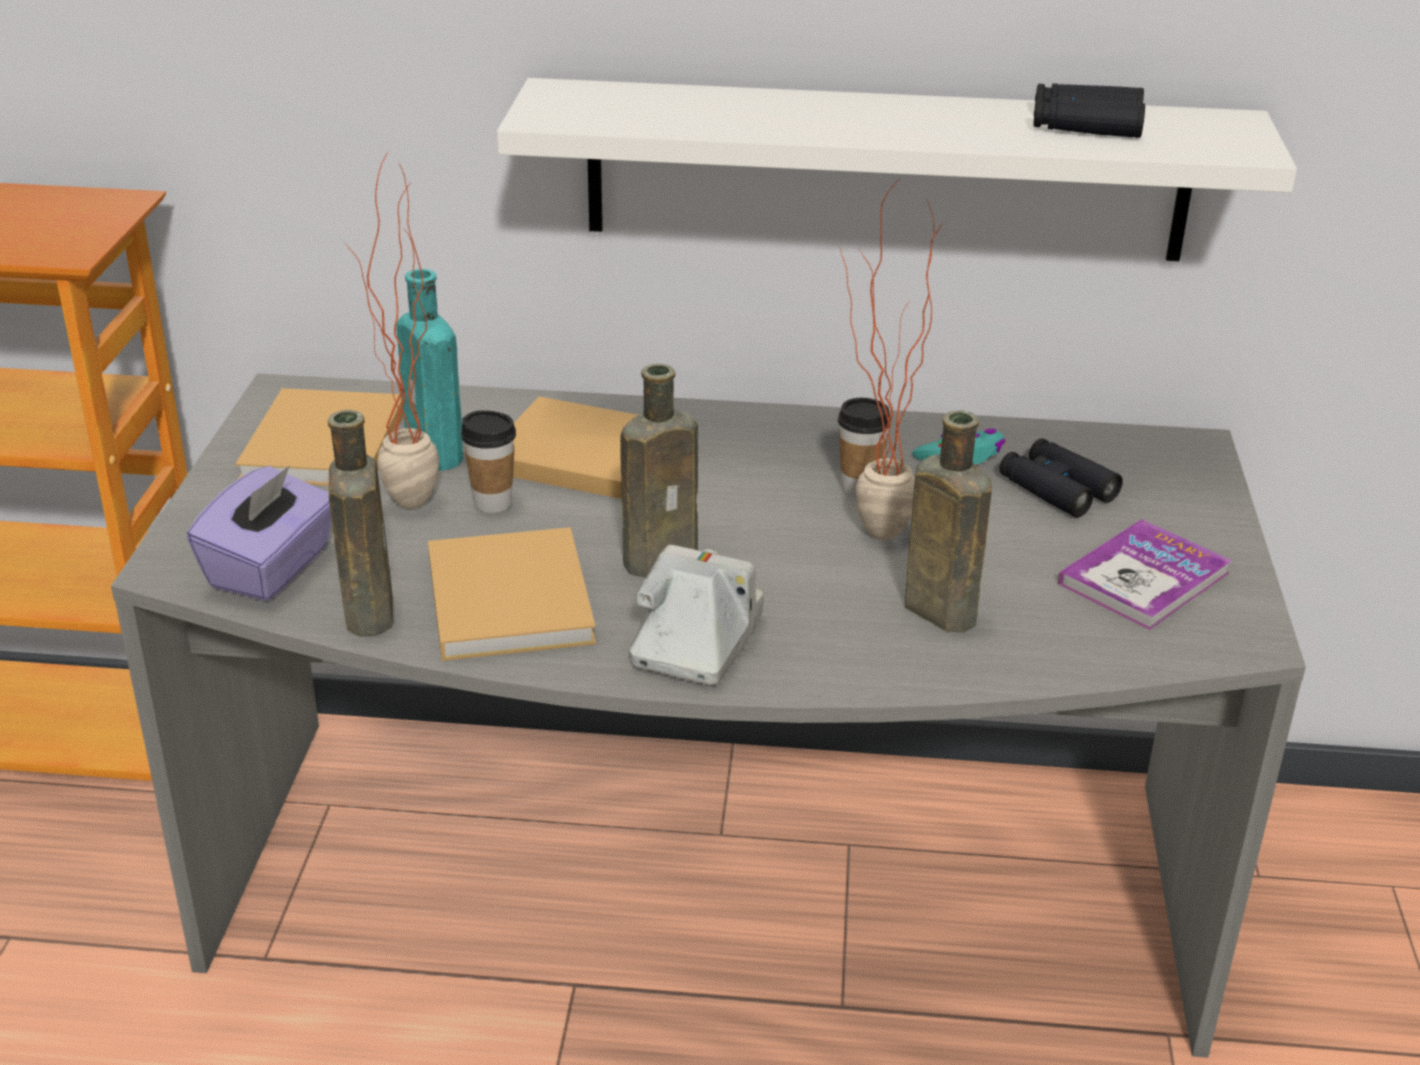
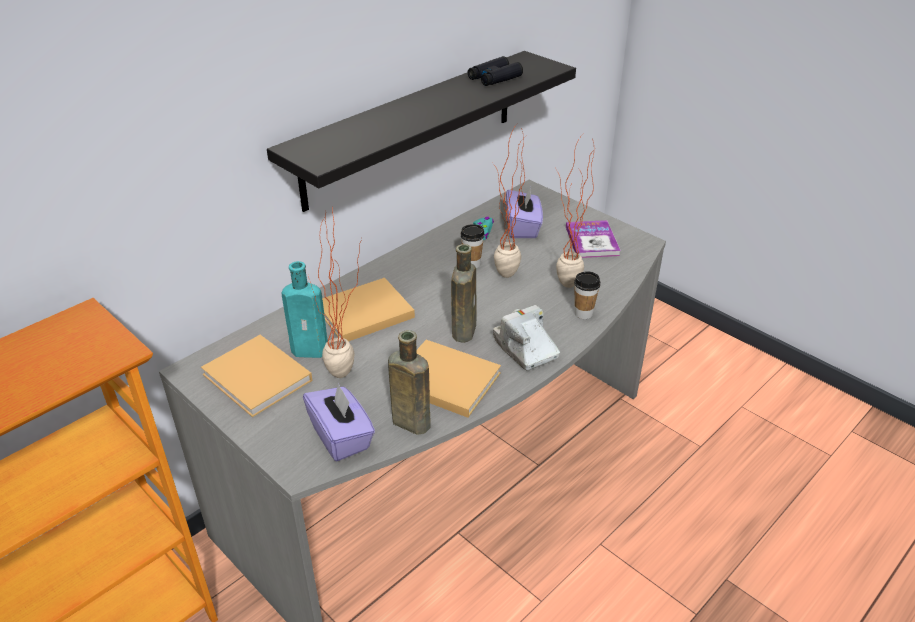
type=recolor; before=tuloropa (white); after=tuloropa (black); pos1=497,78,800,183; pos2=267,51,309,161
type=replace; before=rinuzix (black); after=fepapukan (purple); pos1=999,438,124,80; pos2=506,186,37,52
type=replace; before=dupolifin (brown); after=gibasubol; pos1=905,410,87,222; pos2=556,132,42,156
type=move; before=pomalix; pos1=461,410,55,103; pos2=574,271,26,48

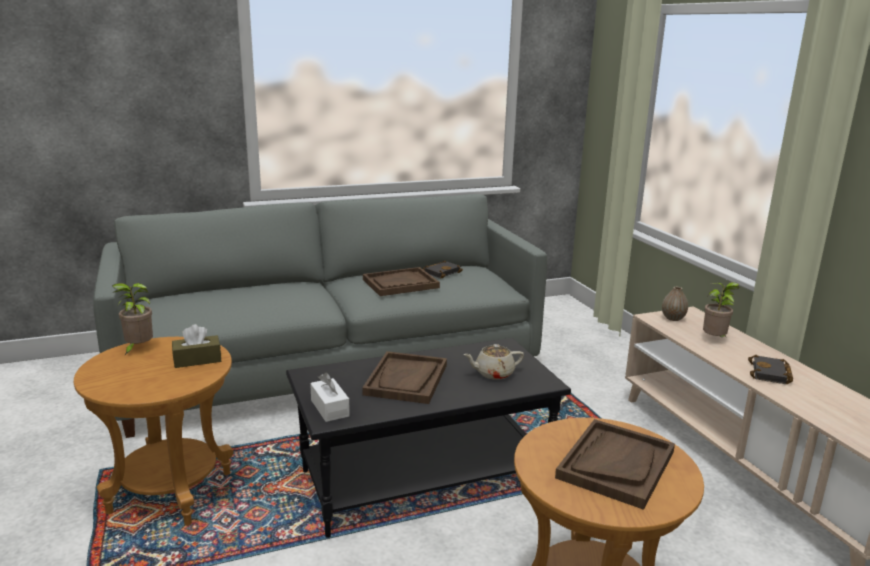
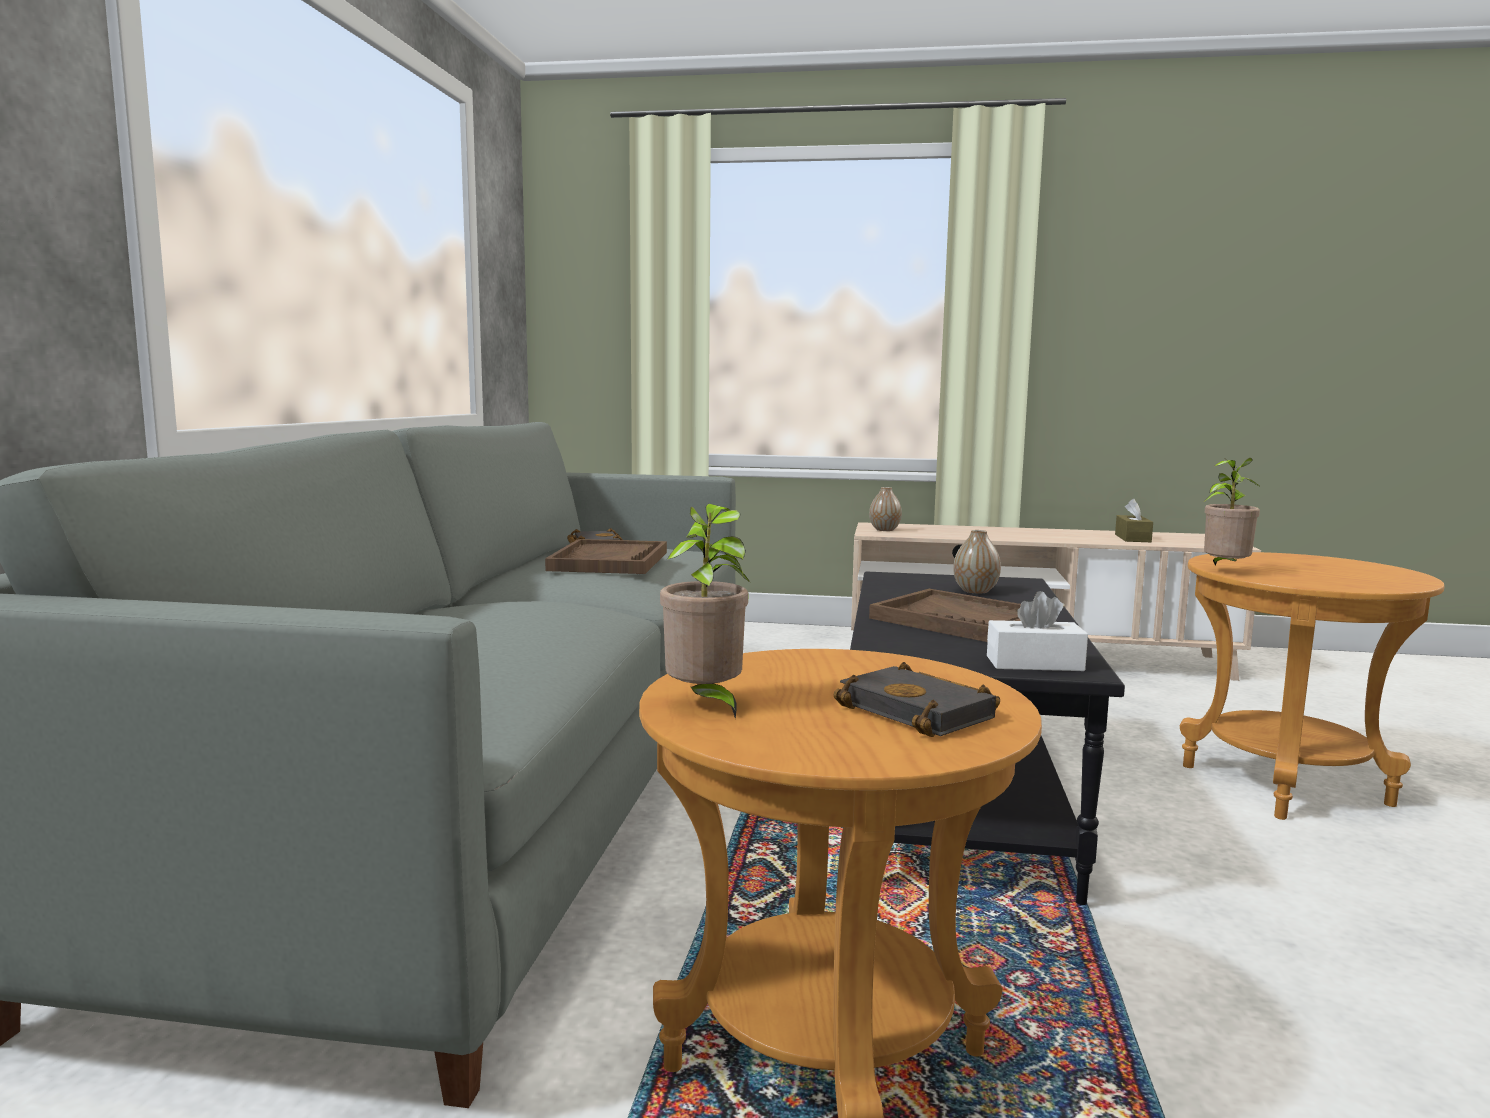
type=move; before=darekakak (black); pos1=748,355,45,29; pos2=834,662,166,75
type=replace; before=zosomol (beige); after=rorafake; pos1=463,344,61,36; pos2=953,530,48,64
type=move; before=fepapukan (brown); pos1=172,324,49,44; pos2=1115,499,38,43
type=move; before=gibasubol; pos1=703,282,37,56; pos2=1204,458,57,108
type=delete; before=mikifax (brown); pos1=555,419,120,91

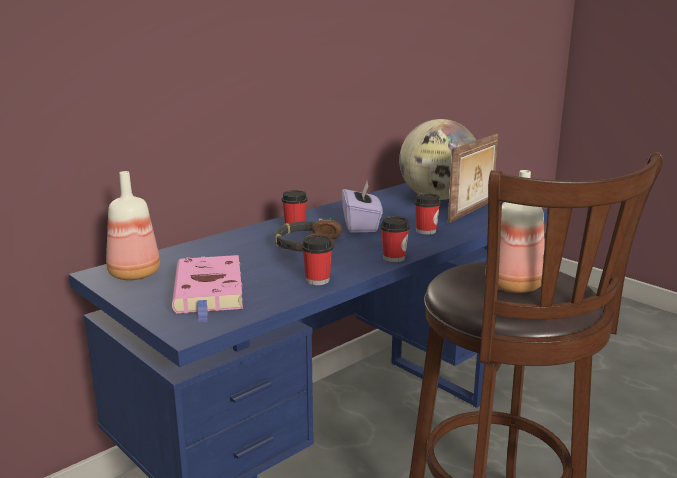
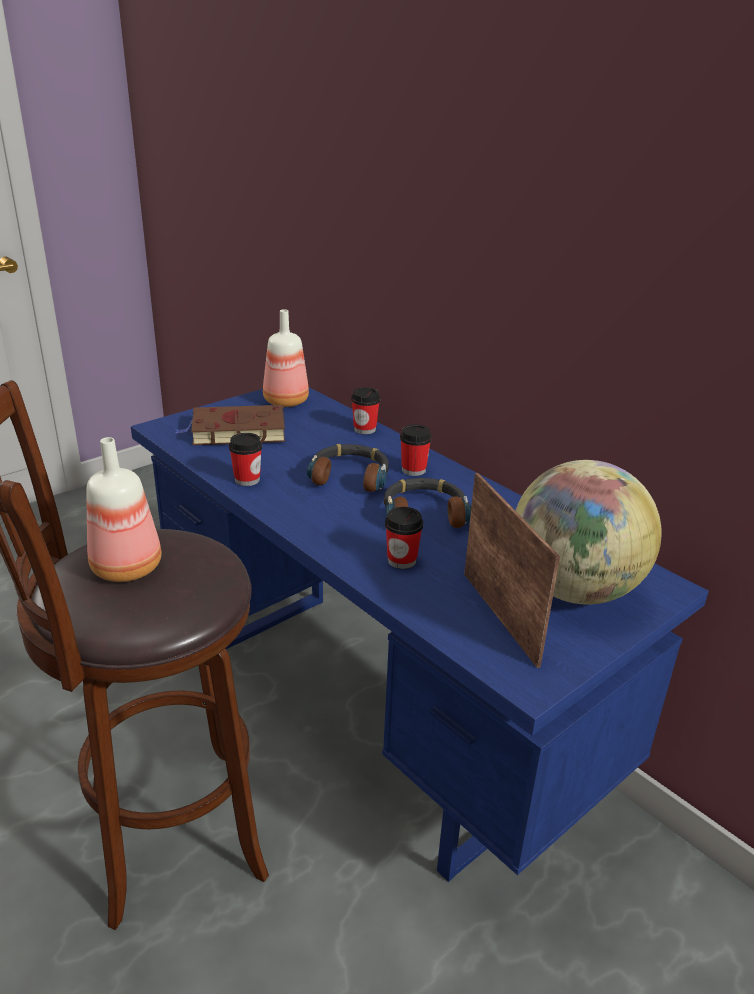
type=recolor; before=darekakak (pink); after=darekakak (brown); pos1=172,255,71,67; pos2=176,405,109,40
type=move; before=pomalix; pos1=381,216,29,46; pos2=351,387,29,47
type=replace; before=fepapukan (purple); after=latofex; pos1=342,182,40,51; pos2=384,478,87,50
type=rotate; before=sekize; pos1=448,133,50,90; pos2=464,473,96,195; turn=-150

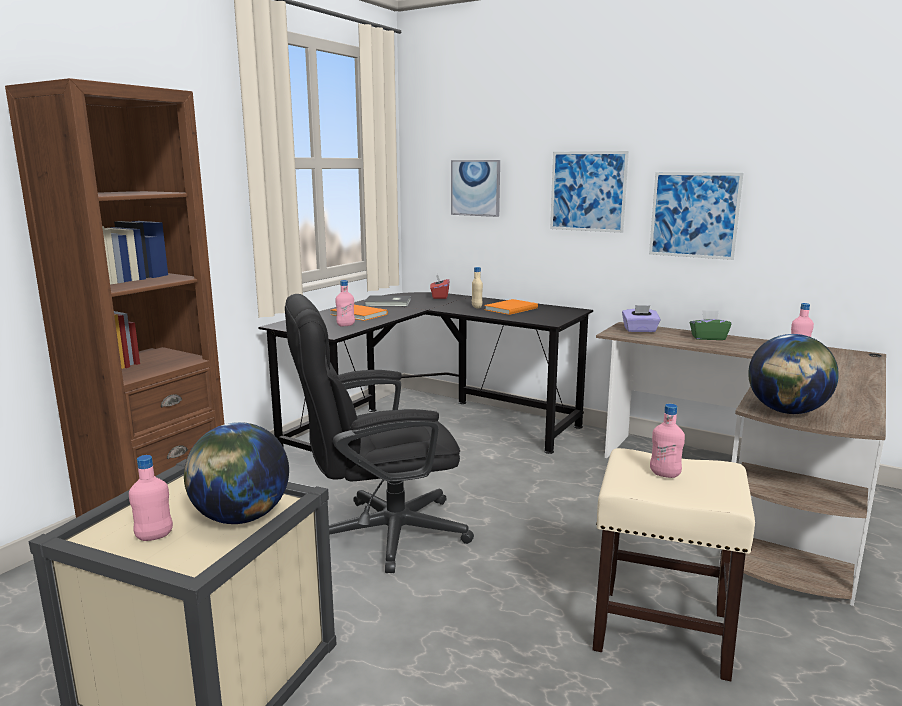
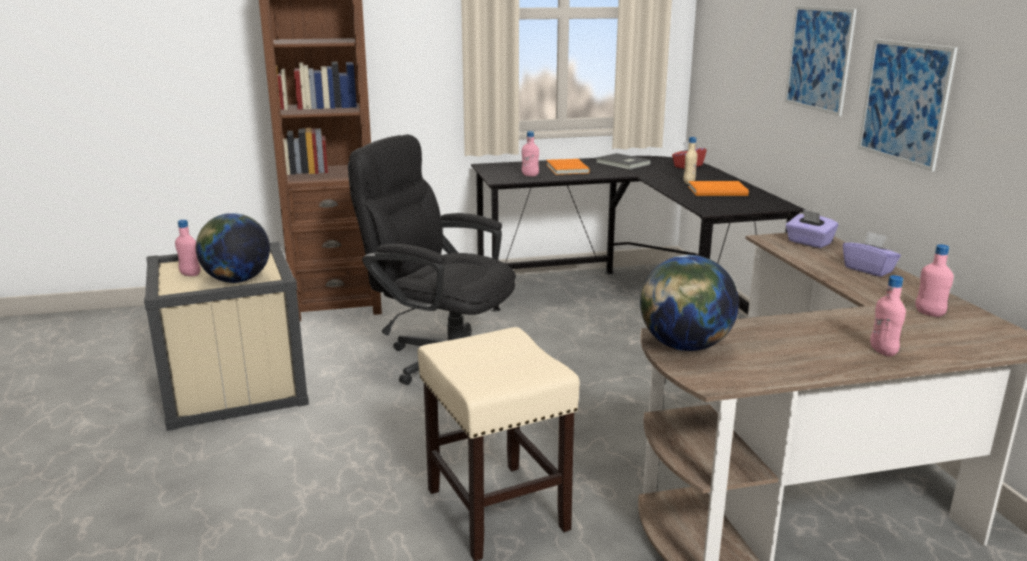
type=recolor; before=fepapukan (green); after=fepapukan (purple); pos1=690,310,42,30; pos2=843,232,58,45
type=move; before=dupolifin (pink); pos1=650,404,35,74; pos2=870,275,36,82
type=delete; before=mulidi; pos1=451,160,49,57

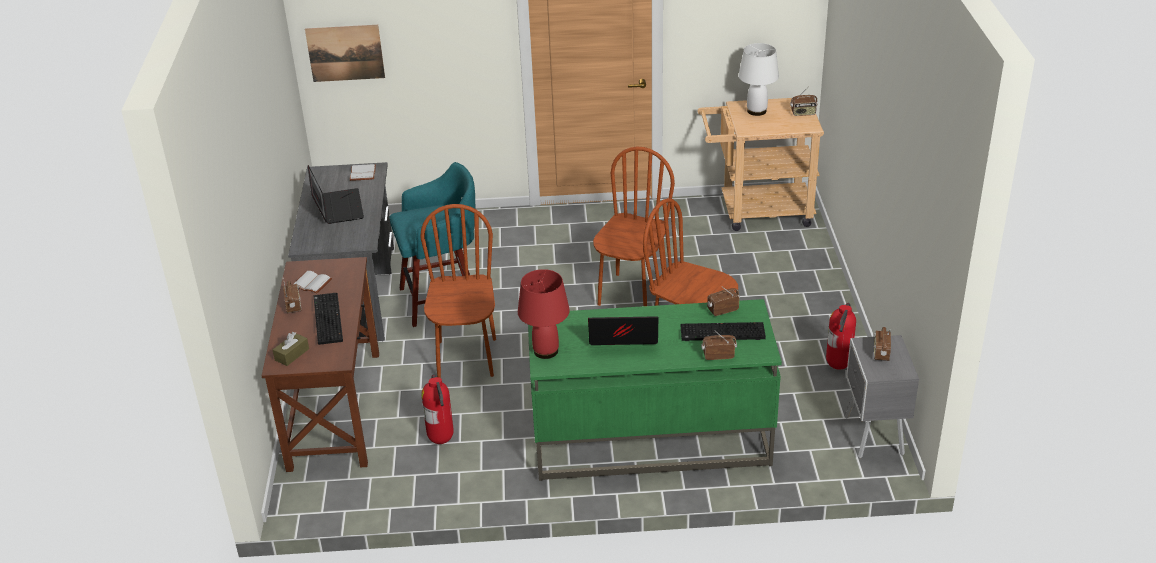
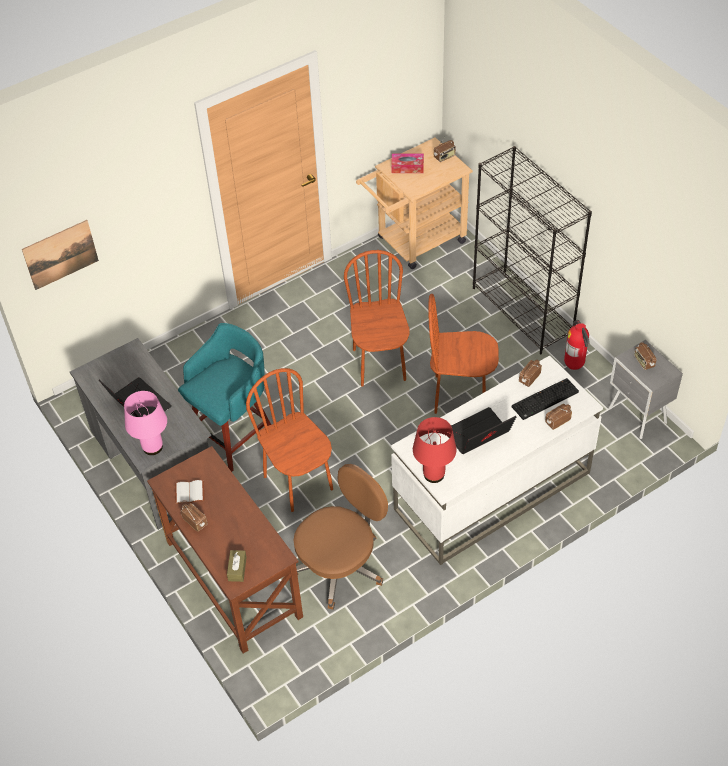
type=insert; after=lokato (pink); pos2=124,391,43,64
type=replace; before=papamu; after=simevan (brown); pos1=421,374,33,70; pos2=294,464,94,146
type=replace; before=lokato (white); after=fepapukan; pos1=738,43,41,73; pos2=391,154,33,19
type=recolor; before=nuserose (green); after=nuserose (white); pos1=528,299,254,182; pos2=391,355,212,210
type=insert; after=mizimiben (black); pos2=473,146,119,208
type=delete; before=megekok; pos1=314,293,29,52
type=delete; before=darekakak (white); pos1=350,164,26,17

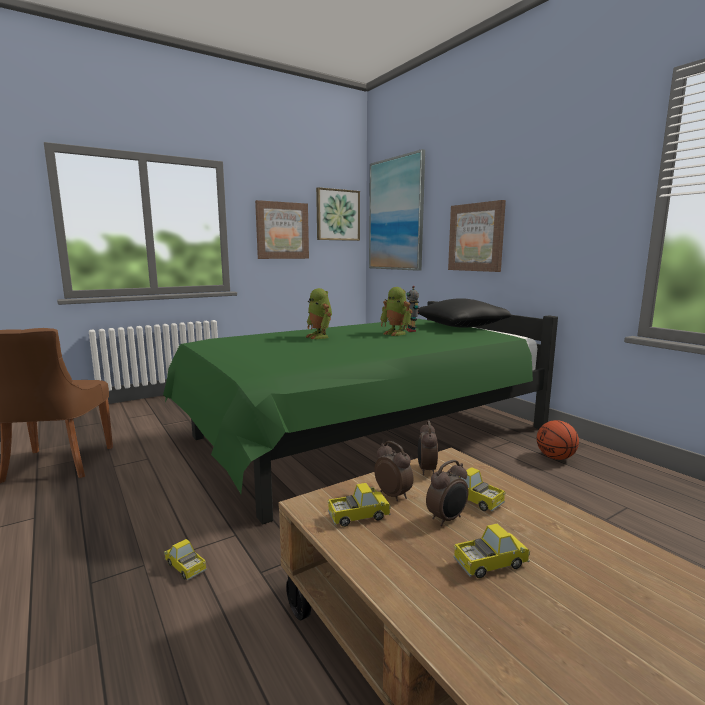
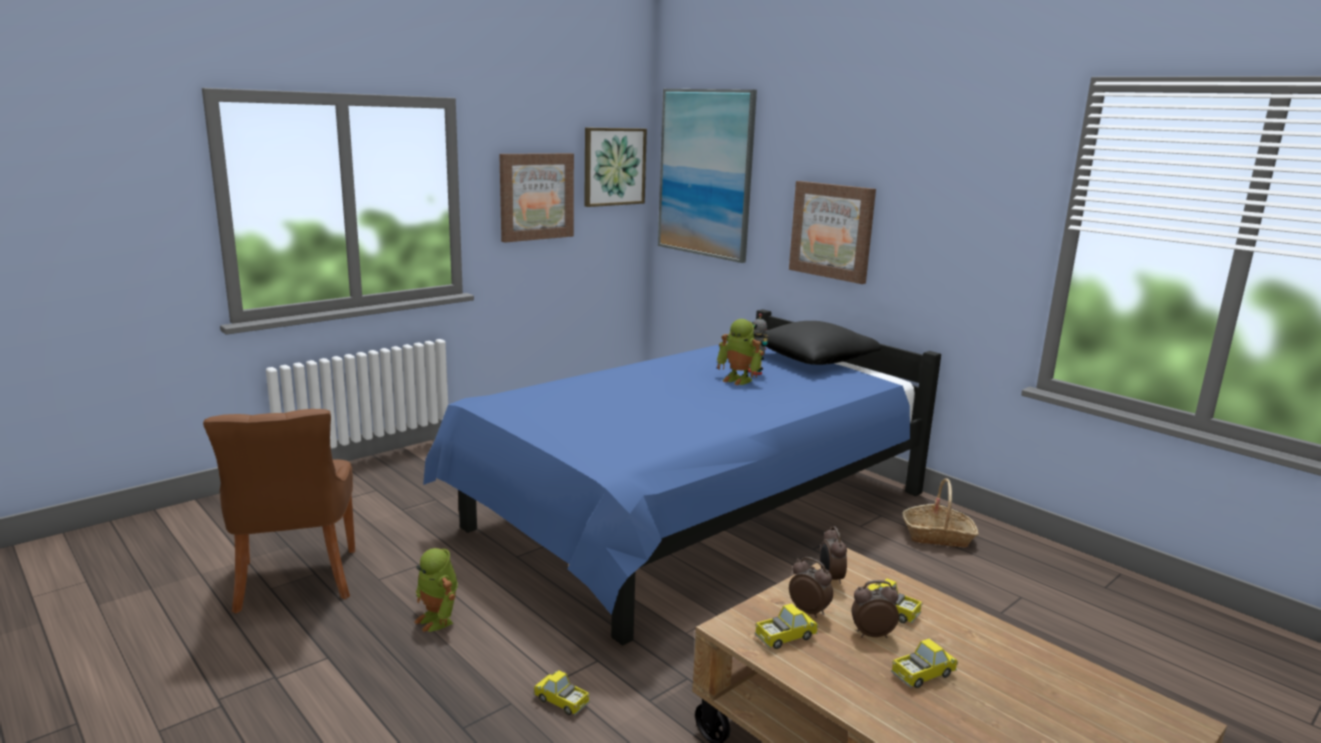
type=move; before=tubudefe; pos1=306,288,26,51; pos2=414,548,44,84
type=recolor; before=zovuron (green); after=zovuron (blue); pos1=163,301,395,224; pos2=423,309,518,337
type=rotate; before=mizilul; pos1=426,460,43,67; pos2=851,580,48,58; turn=-135
type=replace; before=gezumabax; after=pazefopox; pos1=537,420,42,40; pos2=903,478,76,70

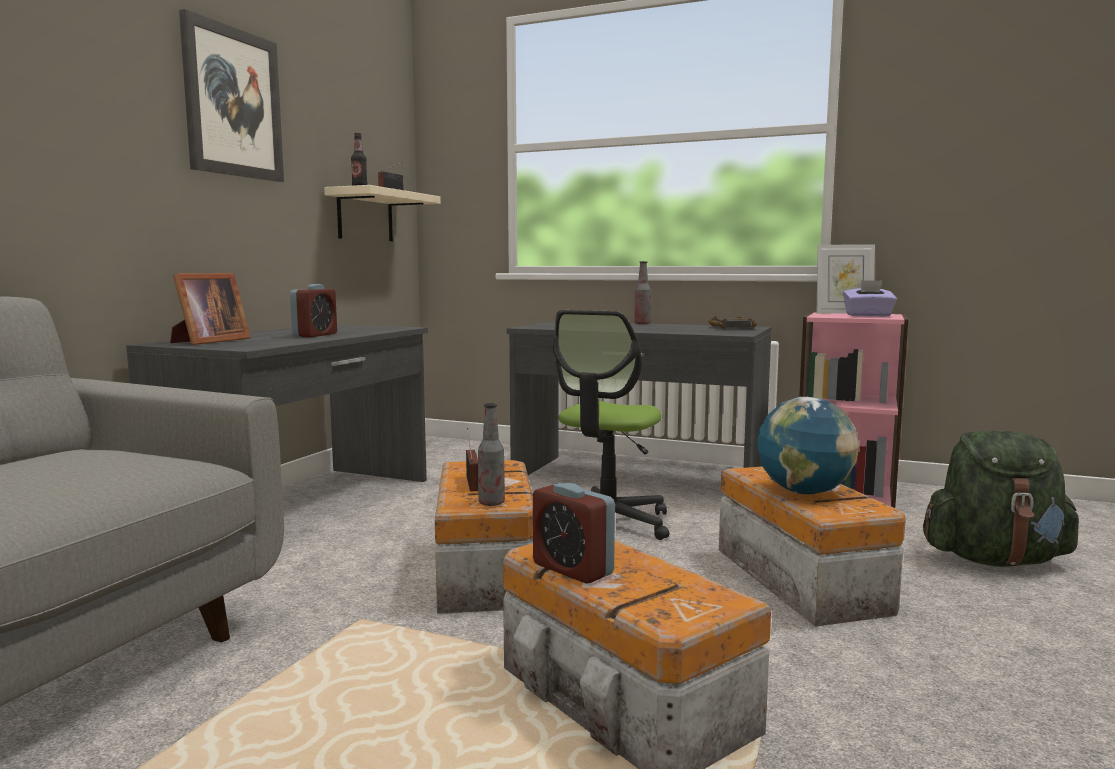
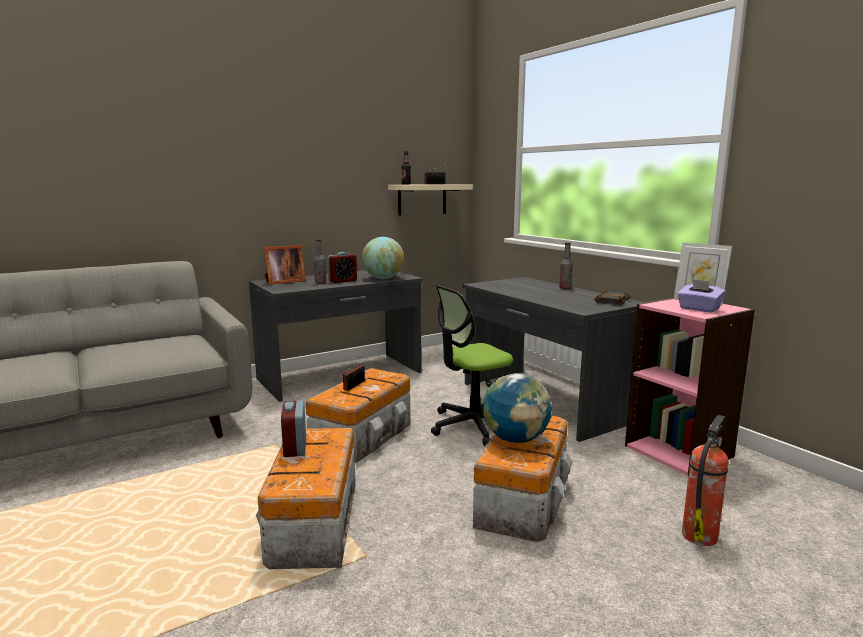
type=move; before=dupolifin; pos1=478,403,27,103; pos2=314,239,12,45
type=insert; after=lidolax; pos2=362,237,42,42
type=replace; before=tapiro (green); after=papamu; pos1=923,431,156,136; pos2=682,415,47,131
type=delete; before=mulidi; pos1=179,9,105,173

